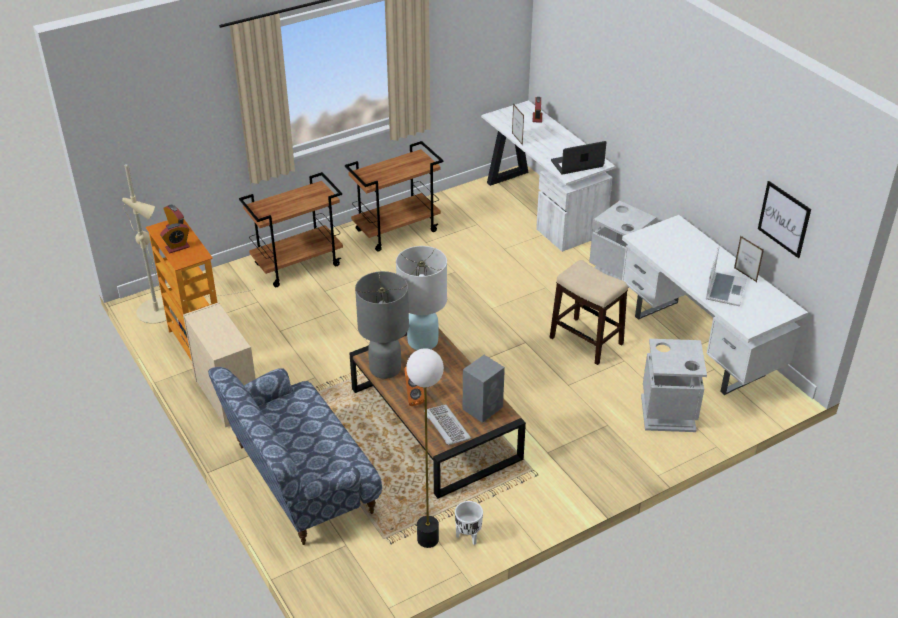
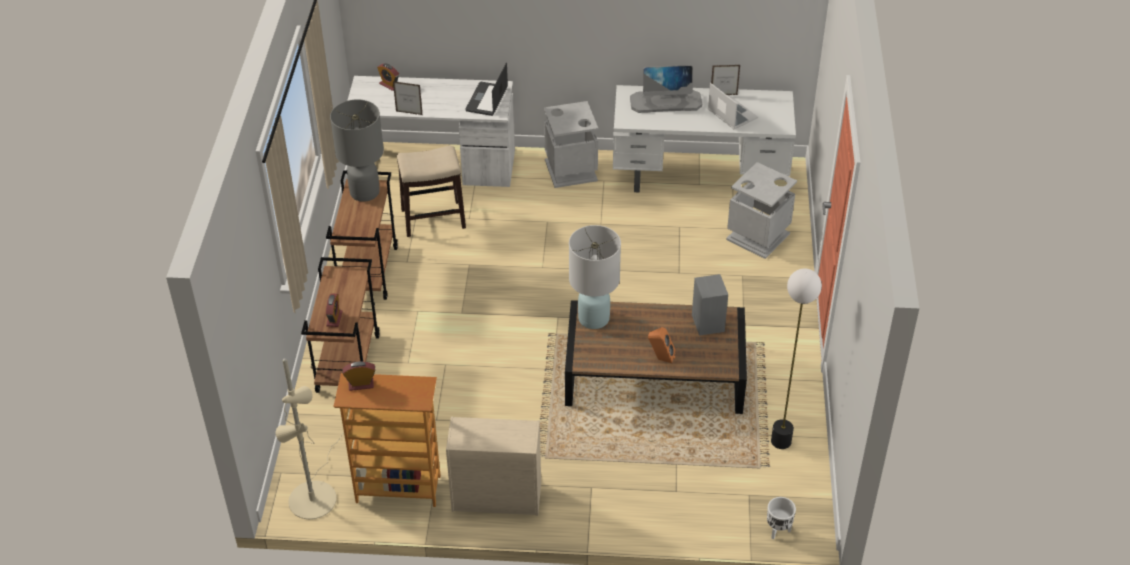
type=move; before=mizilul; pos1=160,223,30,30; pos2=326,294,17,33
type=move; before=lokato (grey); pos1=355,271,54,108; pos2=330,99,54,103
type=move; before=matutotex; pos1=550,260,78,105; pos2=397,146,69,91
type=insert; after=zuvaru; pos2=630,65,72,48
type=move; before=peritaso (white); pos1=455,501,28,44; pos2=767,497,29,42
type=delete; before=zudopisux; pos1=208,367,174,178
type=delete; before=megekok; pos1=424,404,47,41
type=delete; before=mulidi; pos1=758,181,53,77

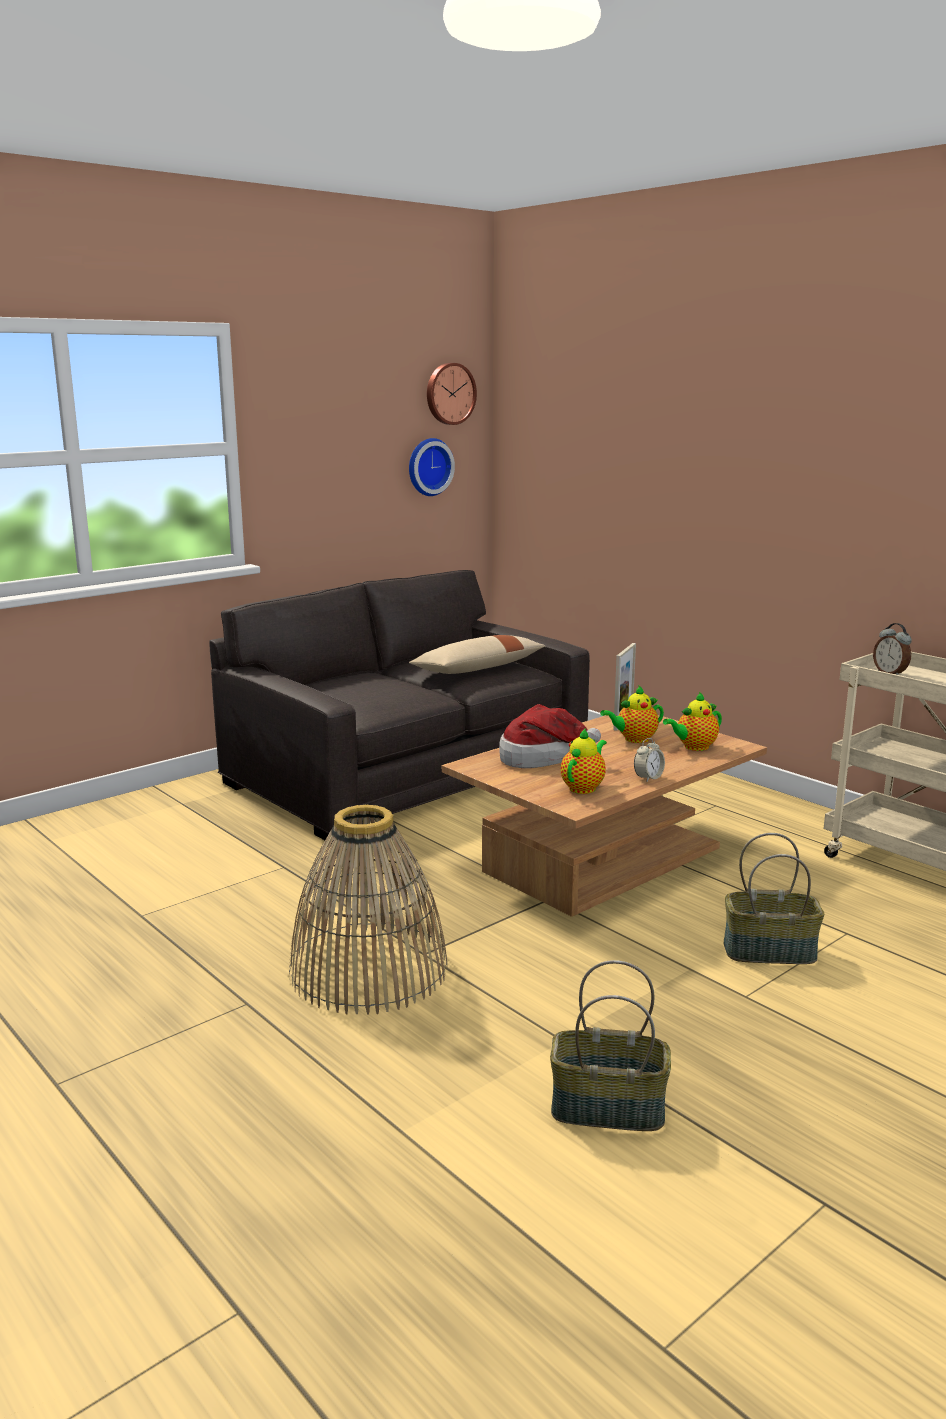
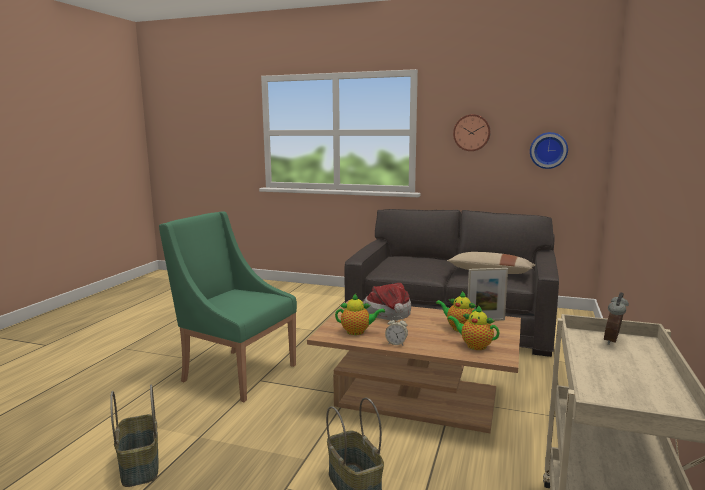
type=replace; before=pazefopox; after=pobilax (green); pos1=289,805,158,210; pos2=159,211,138,191
type=move; before=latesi; pos1=427,363,50,62; pos2=453,114,38,37

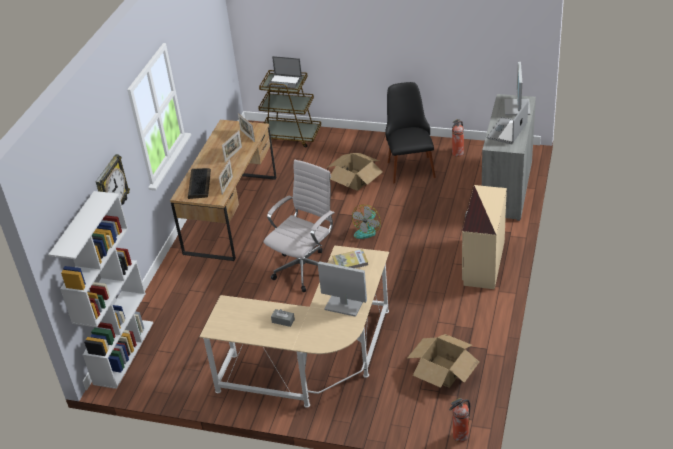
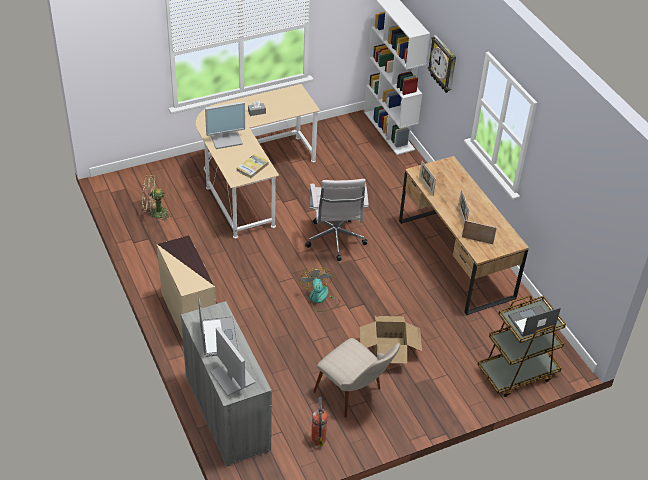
type=replace; before=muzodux; after=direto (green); pos1=407,334,72,54; pos2=142,175,31,48
type=recolor; before=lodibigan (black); after=lodibigan (beige); pos1=385,82,51,101; pos2=313,338,87,80
type=delete; before=megekok; pos1=188,168,23,31
type=delete; before=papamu; pos1=449,398,21,44

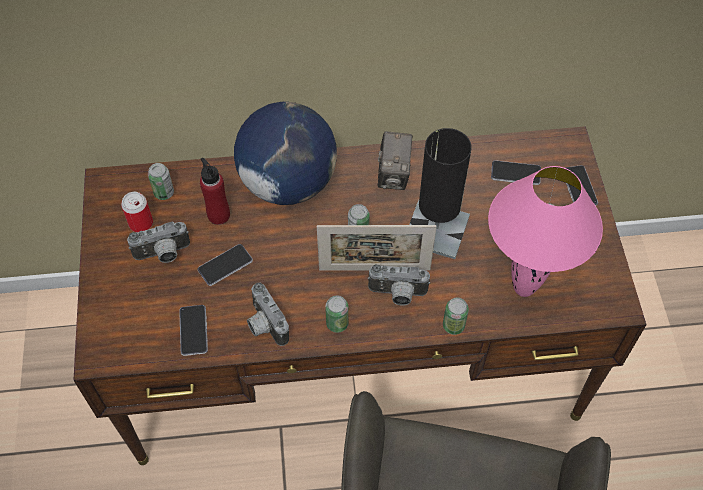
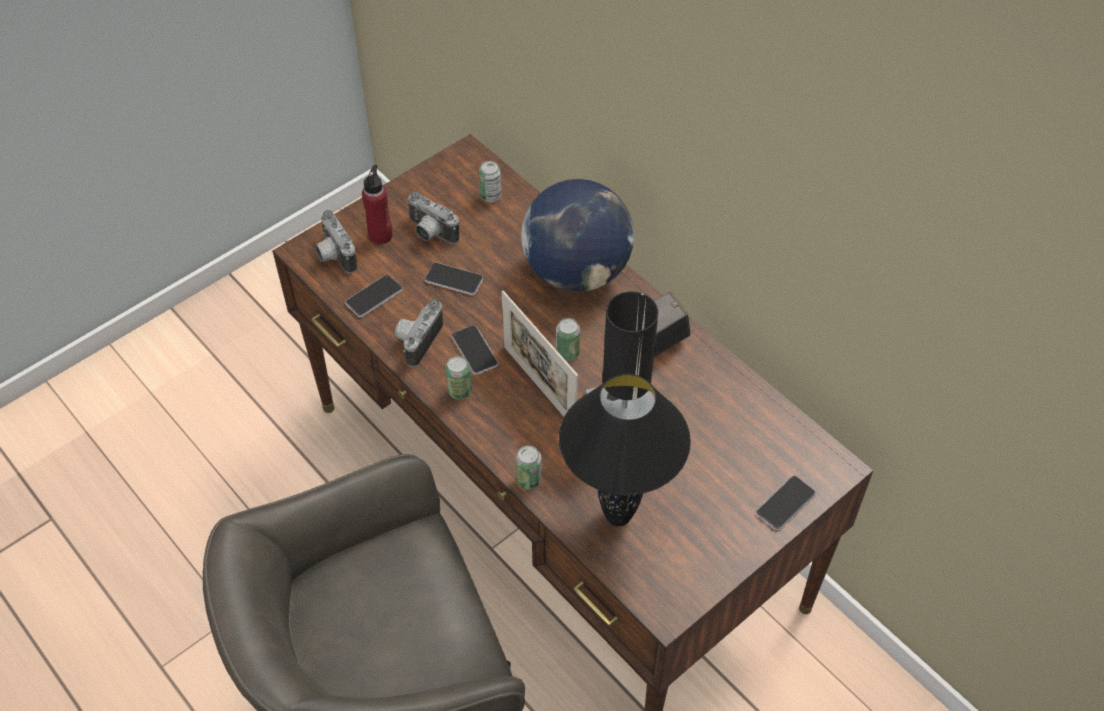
type=move; before=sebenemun; pos1=368,264,62,42; pos2=315,210,42,63
type=move; before=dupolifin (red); pos1=200,158,30,67; pos2=362,165,31,80
type=move; before=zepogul; pos1=491,160,50,25; pos2=451,325,48,50
type=recolor; before=lokato (pink); after=lokato (black); pos1=488,166,115,131; pos2=559,374,132,152
type=delete; before=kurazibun; pos1=121,192,32,40

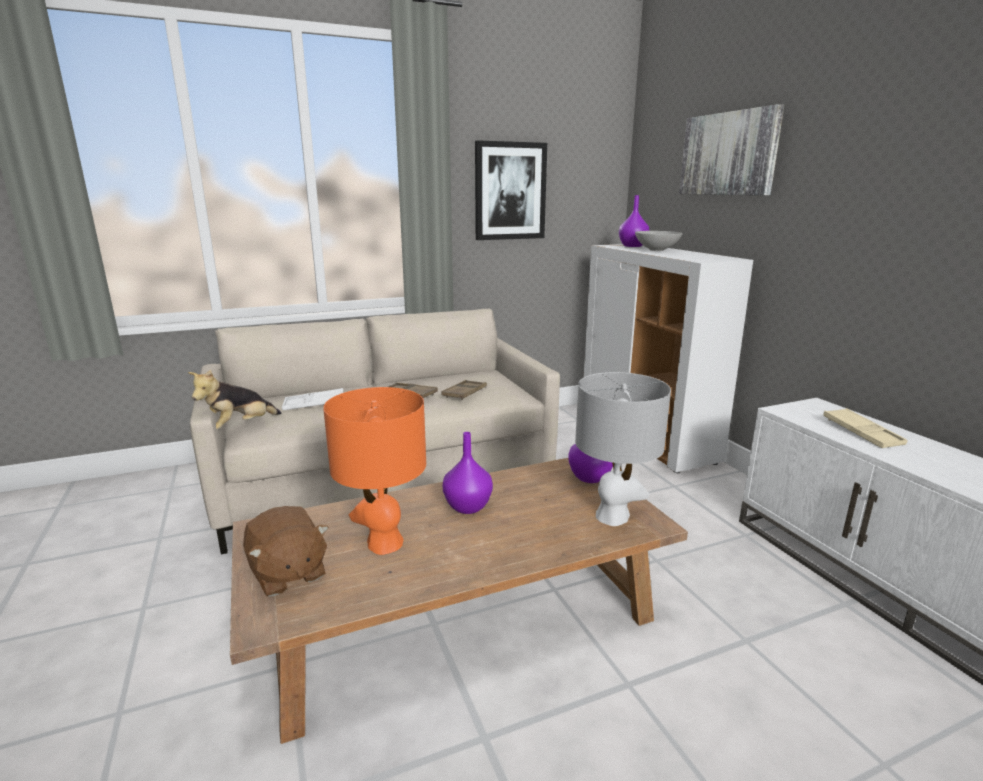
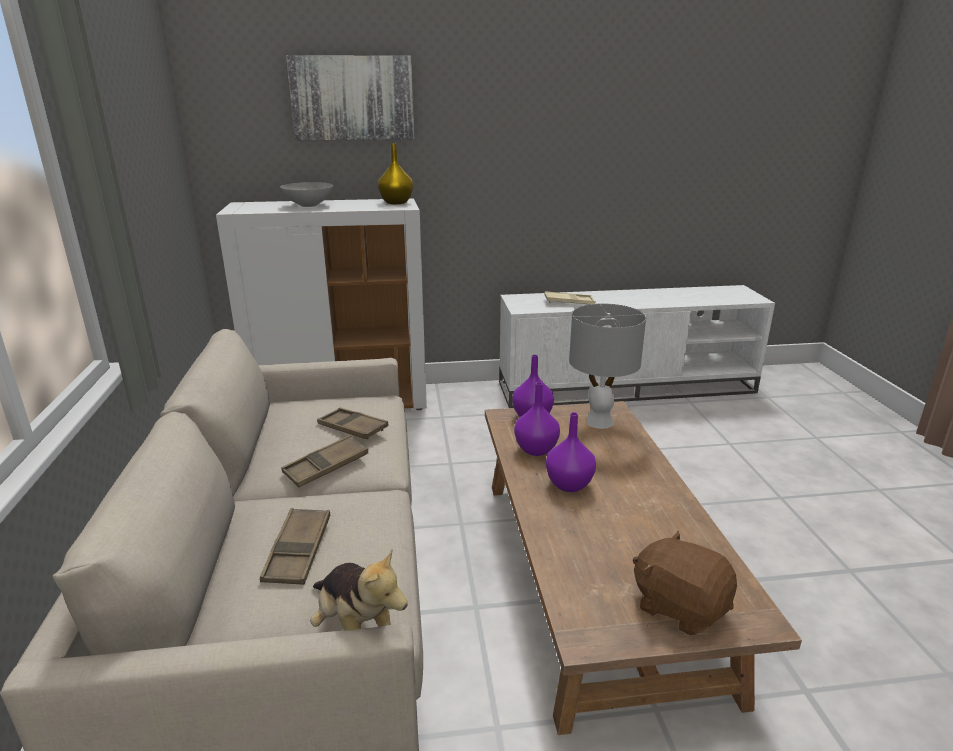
type=recolor; before=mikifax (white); after=mikifax (brown); pos1=282,388,62,22; pos2=260,508,70,77
type=insert; after=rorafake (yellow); pos2=378,143,35,61
type=move; before=rorafake (purple); pos1=619,195,30,52; pos2=514,382,46,74
type=rotate; before=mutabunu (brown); pos1=243,506,86,91; pos2=633,531,104,104; turn=-120
type=delete; before=lokato (orange); pos1=323,387,103,168
type=delete; before=mulidi; pos1=475,140,72,100

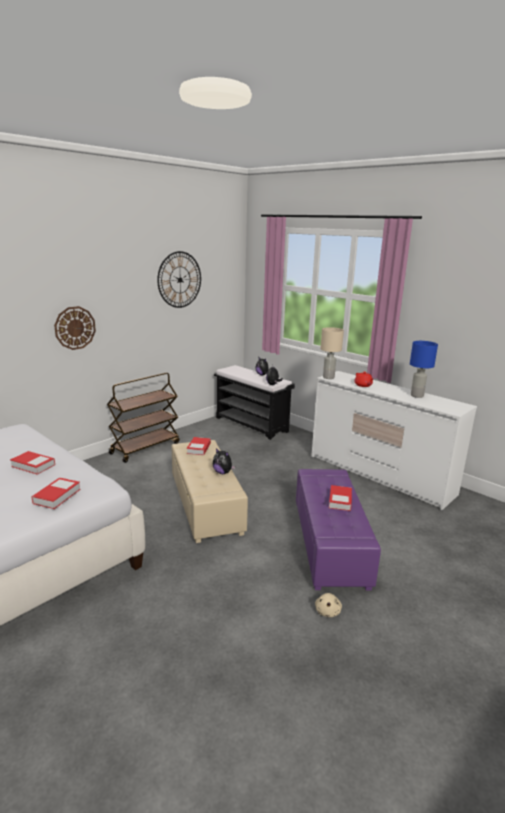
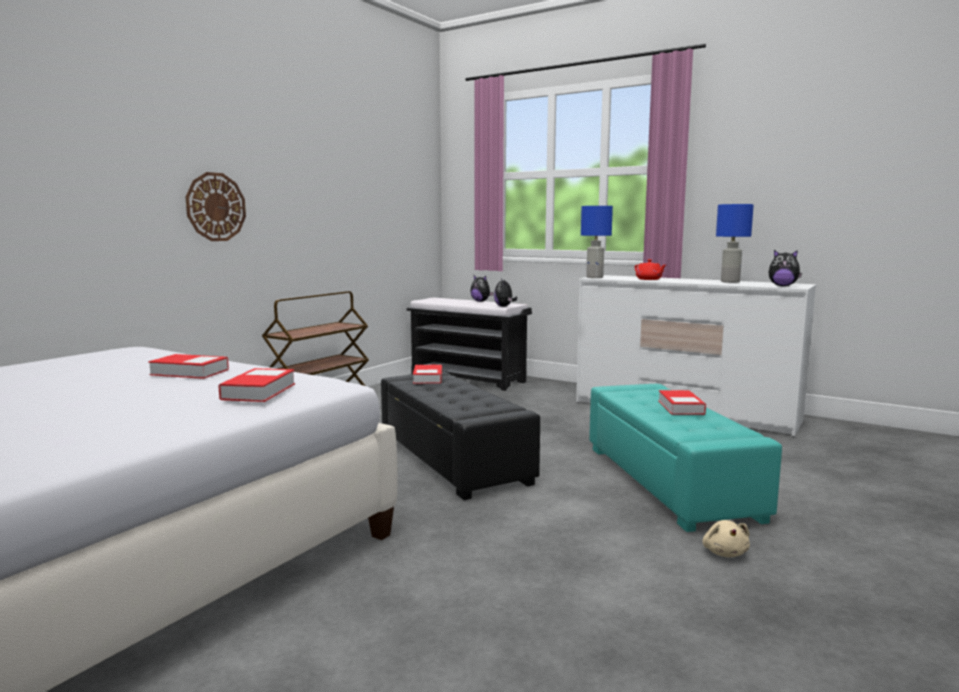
type=recolor; before=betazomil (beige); after=betazomil (black); pos1=172,440,76,103; pos2=381,371,159,129
type=recolor; before=lokato (beige); after=lokato (blue); pos1=320,327,24,52; pos2=581,206,32,72
type=recolor; before=betazomil (purple); after=betazomil (turquoise); pos1=296,469,85,122; pos2=589,384,193,148
type=move; before=mutabunu; pos1=213,448,22,26; pos2=768,250,34,36
type=delete; before=latesi; pos1=157,251,44,57

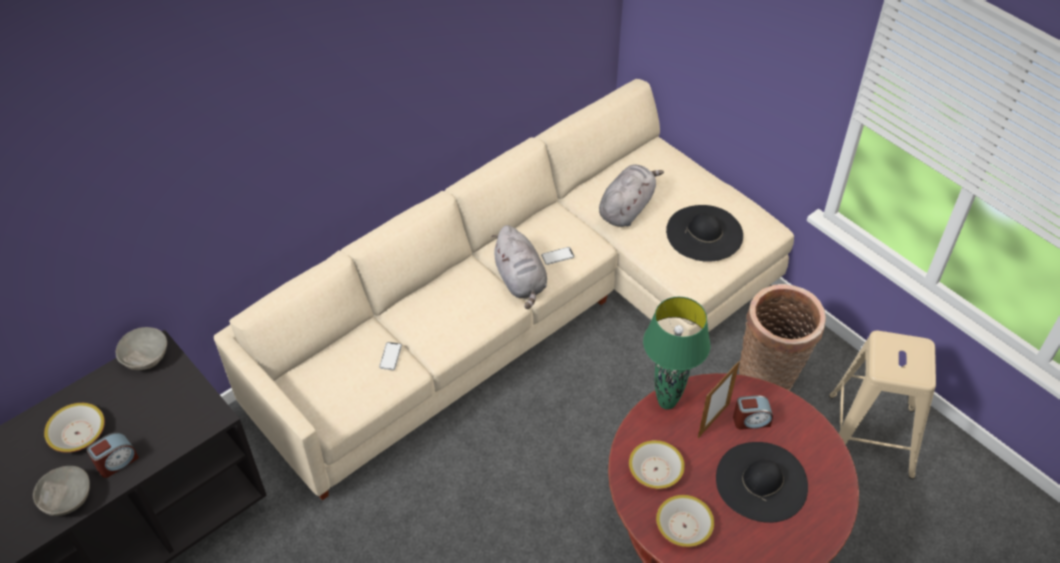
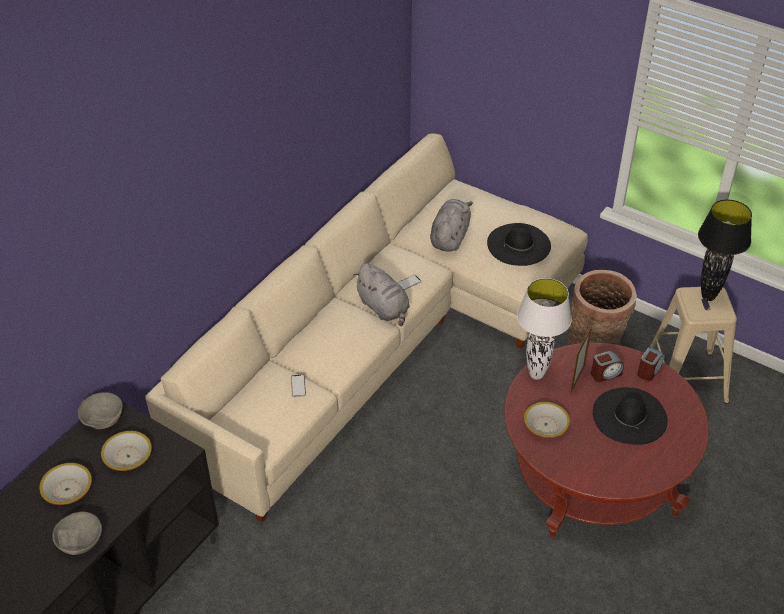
type=move; before=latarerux; pos1=656,495,58,53; pos2=101,431,51,40
type=recolor; before=lokato (green); after=lokato (white); pos1=643,297,67,113; pos2=517,278,55,102
type=move; before=mizilul; pos1=87,432,52,46; pos2=637,347,28,34
type=insert; after=lokato (black); pos2=698,199,54,102

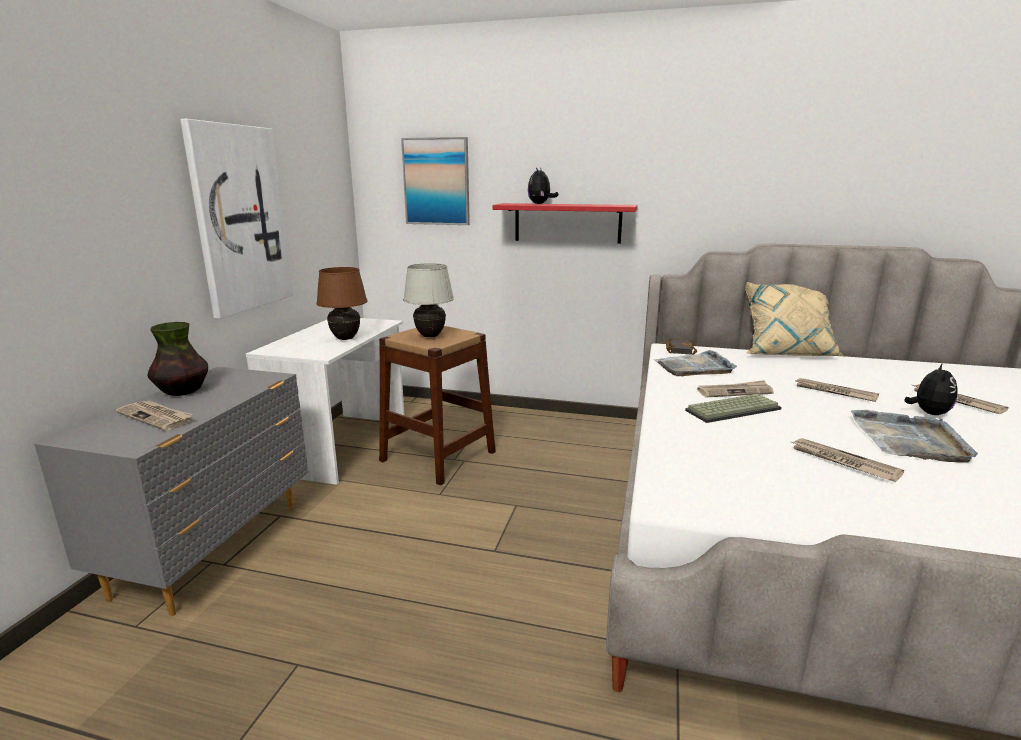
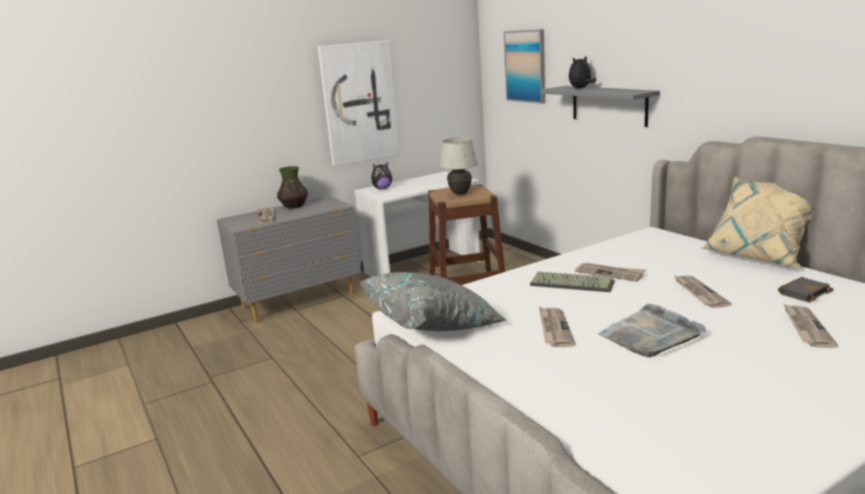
type=insert; after=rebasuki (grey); pos2=360,272,147,59
type=move; before=mutabunu; pos1=904,363,54,52; pos2=371,162,21,27
type=recolor; before=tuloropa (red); after=tuloropa (grey); pos1=492,203,146,41; pos2=541,86,119,41
type=move; before=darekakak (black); pos1=666,339,31,16; pos2=778,277,56,25
type=delete; before=lokato (brown); pos1=316,267,52,73
type=delete; before=mikifax (grey); pos1=654,350,83,26

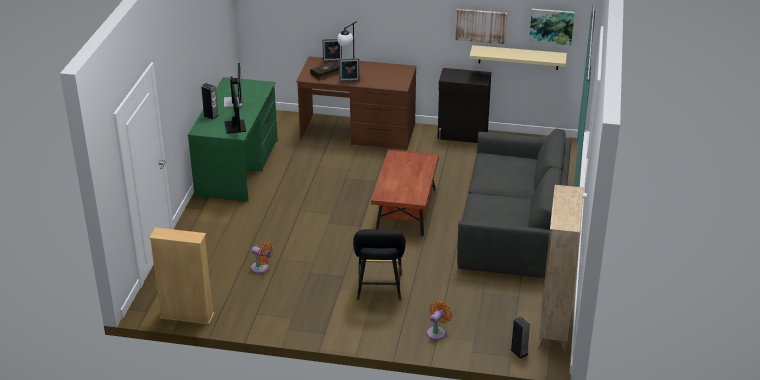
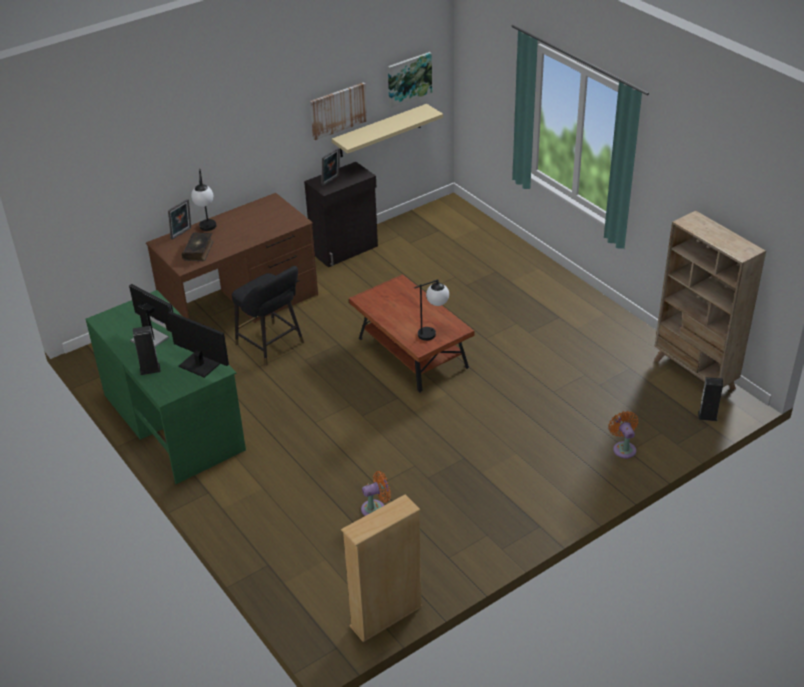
type=move; before=matutotex (black); pos1=353,229,53,72; pos2=232,266,72,100
type=move; before=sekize; pos1=339,58,20,24; pos2=322,148,18,38
type=insert; after=lokato; pos2=414,279,35,62
type=delete; before=zudopisux (grey); pos1=457,128,114,150

